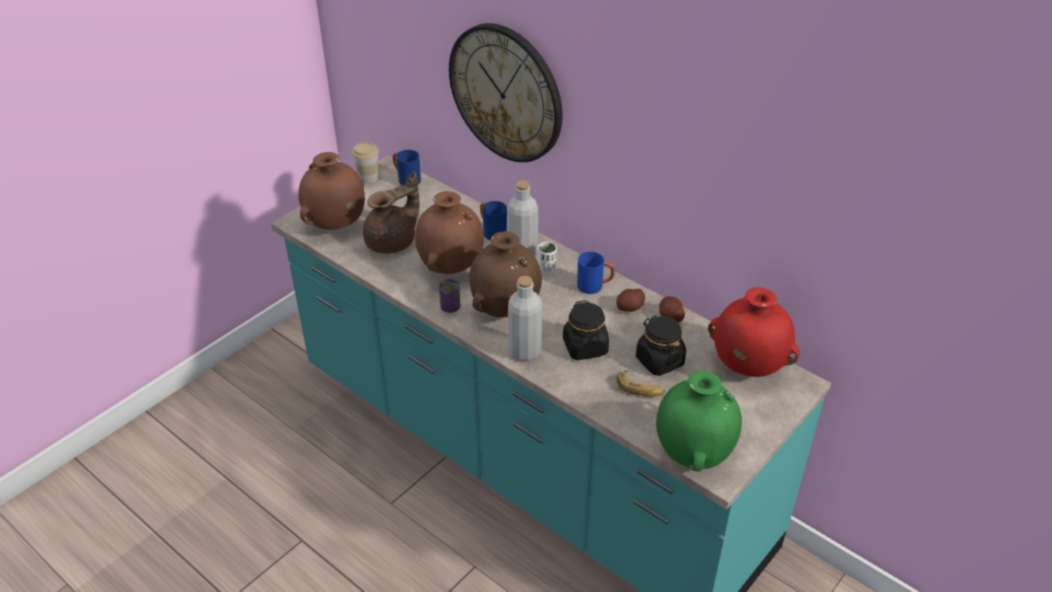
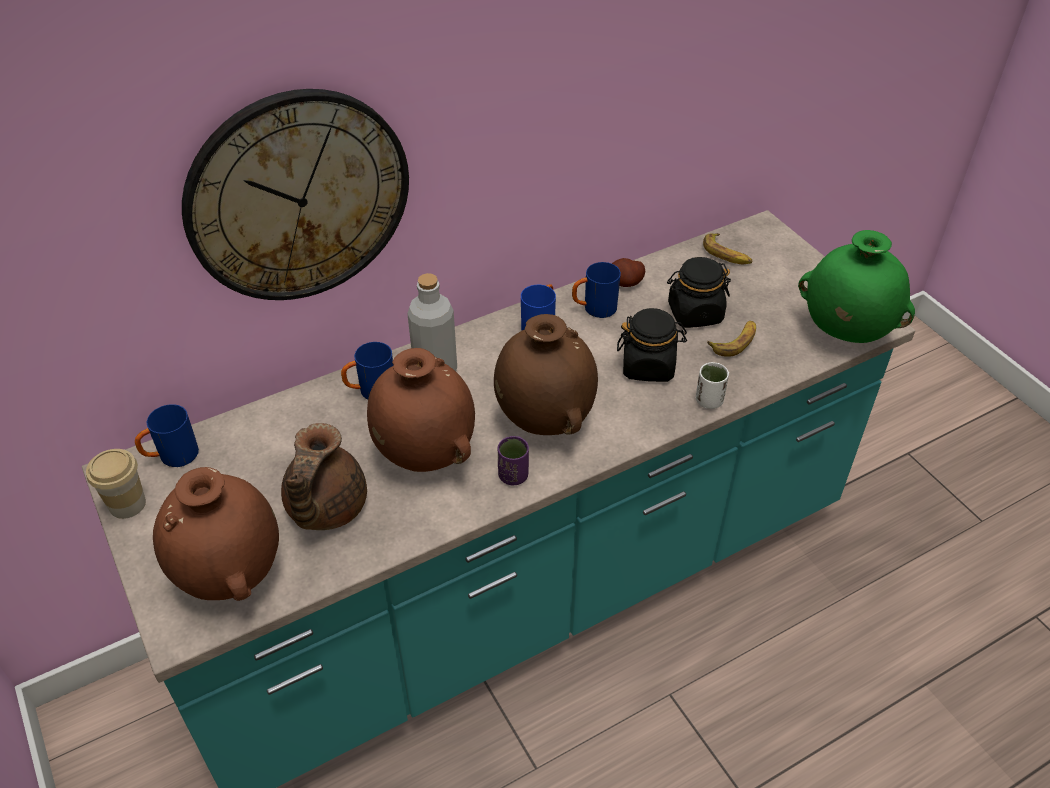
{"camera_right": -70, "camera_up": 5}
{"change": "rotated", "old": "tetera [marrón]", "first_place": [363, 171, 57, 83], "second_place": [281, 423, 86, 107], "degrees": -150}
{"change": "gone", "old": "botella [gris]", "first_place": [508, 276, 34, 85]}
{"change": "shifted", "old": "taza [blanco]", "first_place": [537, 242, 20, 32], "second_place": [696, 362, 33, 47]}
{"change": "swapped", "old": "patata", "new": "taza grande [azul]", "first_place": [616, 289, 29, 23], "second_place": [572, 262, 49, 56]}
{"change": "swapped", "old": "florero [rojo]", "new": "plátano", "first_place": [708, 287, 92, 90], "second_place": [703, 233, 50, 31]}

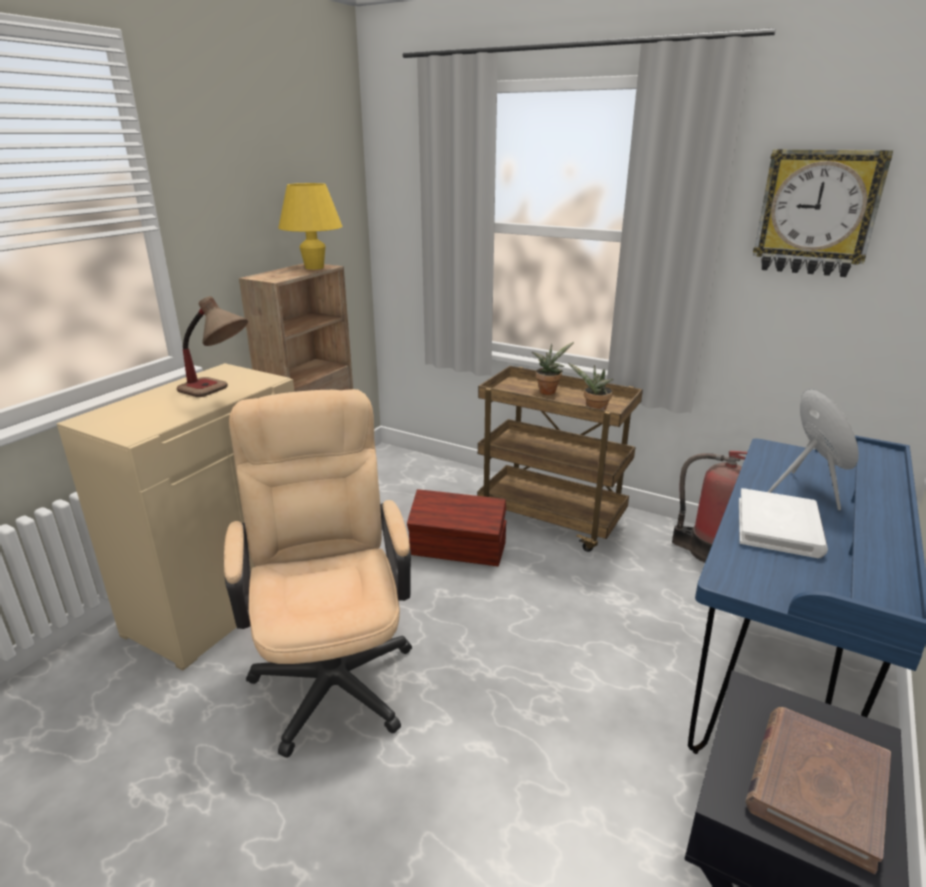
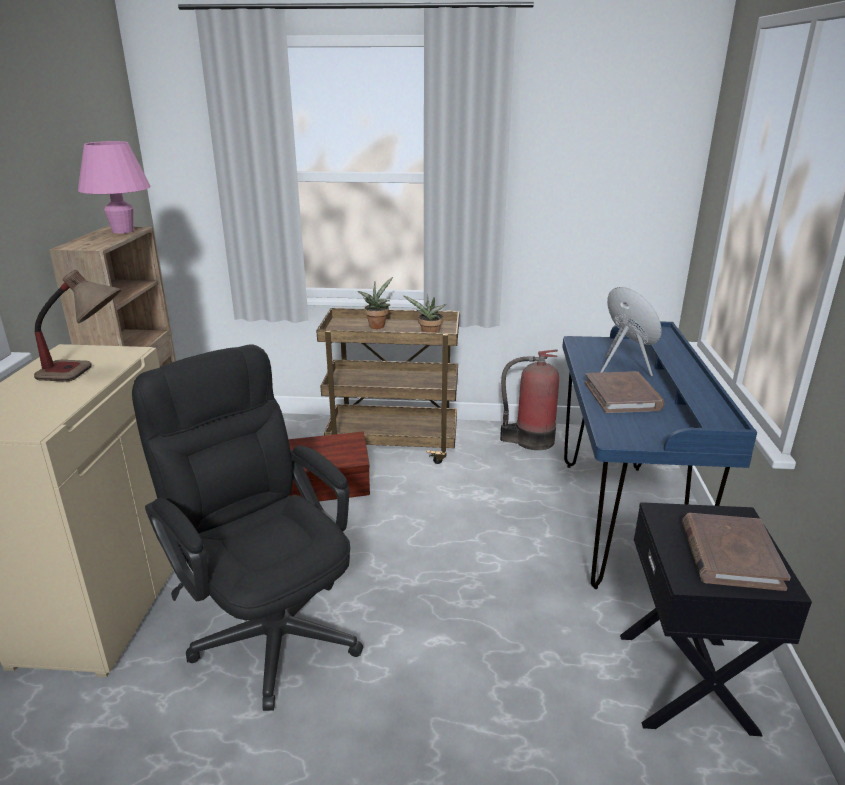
{"camera_right": -25, "camera_up": 0}
{"change": "repainted", "old": "silla de oficina [beis]", "new": "silla de oficina [negro]", "first_place": [224, 389, 188, 369], "second_place": [132, 345, 231, 366]}
{"change": "repainted", "old": "lámpara de mesa [amarillo]", "new": "lámpara de mesa [rosa]", "first_place": [278, 183, 64, 87], "second_place": [78, 141, 73, 93]}
{"change": "repainted", "old": "libro [blanco]", "new": "libro [marrón]", "first_place": [739, 488, 89, 70], "second_place": [584, 371, 81, 42]}
{"change": "gone", "old": "reloj de pared", "first_place": [753, 149, 140, 128]}

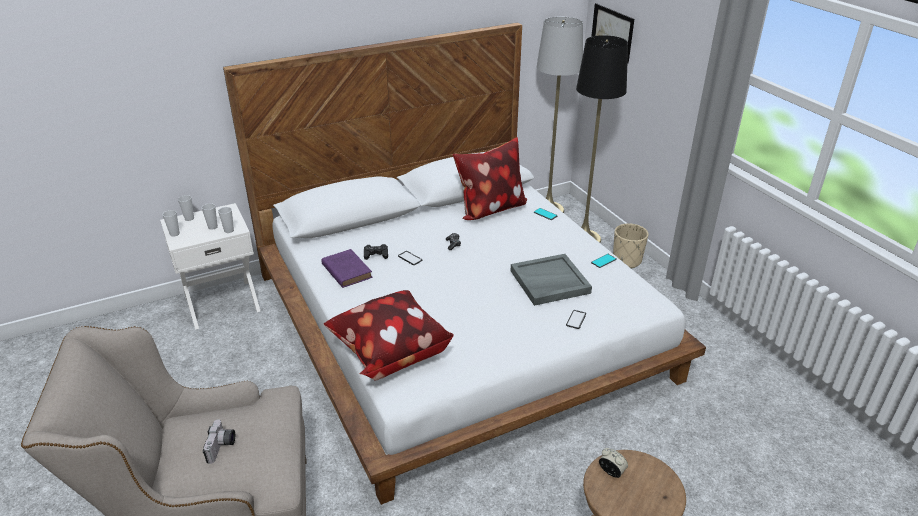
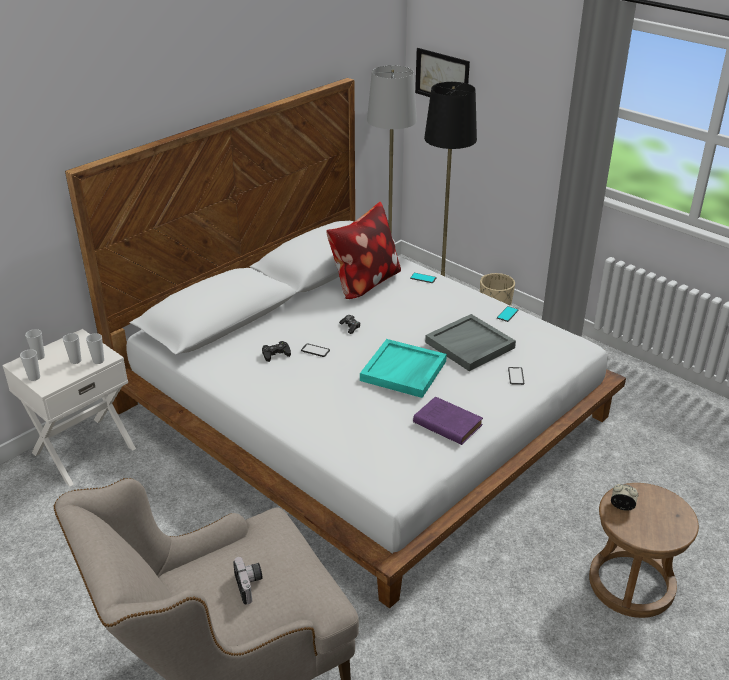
{"camera_right": -20, "camera_up": 0}
{"change": "shifted", "old": "libro [morado]", "first_place": [321, 249, 51, 39], "second_place": [413, 397, 70, 48]}
{"change": "gone", "old": "cojín", "first_place": [324, 290, 130, 90]}
{"change": "new", "new": "bandeja [turquesa]", "second_place": [360, 339, 87, 59]}

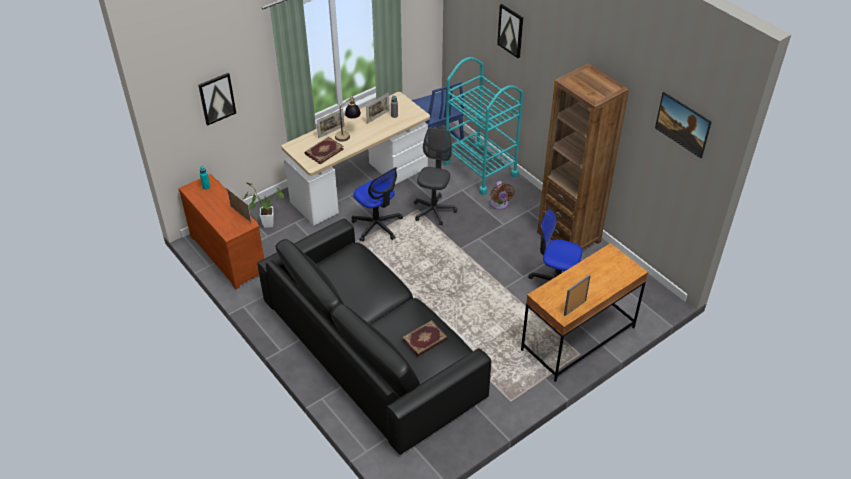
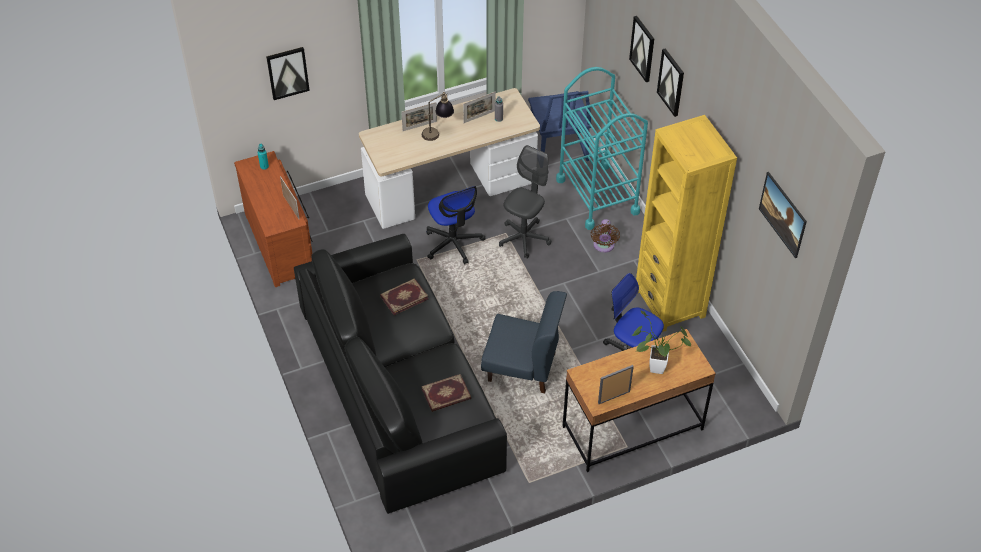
{"camera_right": 15, "camera_up": 5}
{"change": "shifted", "old": "planta en maceta", "first_place": [243, 182, 42, 46], "second_place": [632, 310, 59, 64]}
{"change": "shifted", "old": "libro", "first_place": [305, 137, 39, 27], "second_place": [380, 278, 48, 37]}
{"change": "repainted", "old": "estantería [marrón]", "new": "estantería [amarillo]", "first_place": [537, 63, 92, 187], "second_place": [636, 115, 101, 217]}
{"change": "new", "new": "silla [azul]", "second_place": [481, 291, 86, 102]}
{"change": "new", "new": "cuadro", "second_place": [657, 48, 27, 69]}

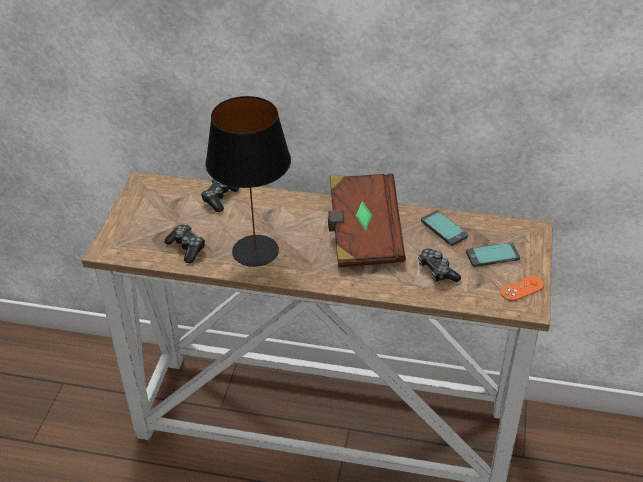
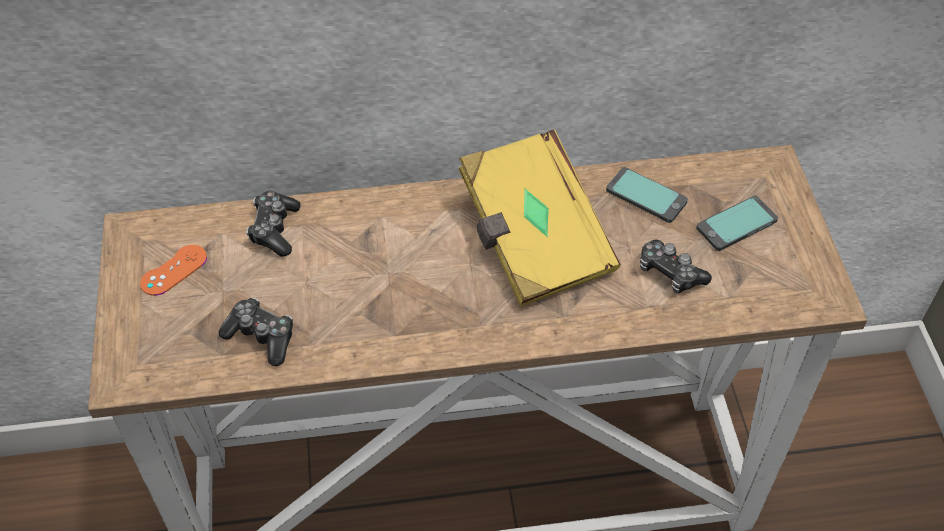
{"camera_right": -20, "camera_up": 10}
{"change": "gone", "old": "lámpara de mesa [negro]", "first_place": [205, 96, 86, 171]}
{"change": "repainted", "old": "libro [marrón]", "new": "libro [amarillo]", "first_place": [328, 173, 78, 94], "second_place": [459, 129, 162, 178]}
{"change": "shifted", "old": "mando de consola [naranja]", "first_place": [500, 276, 44, 25], "second_place": [140, 245, 67, 51]}

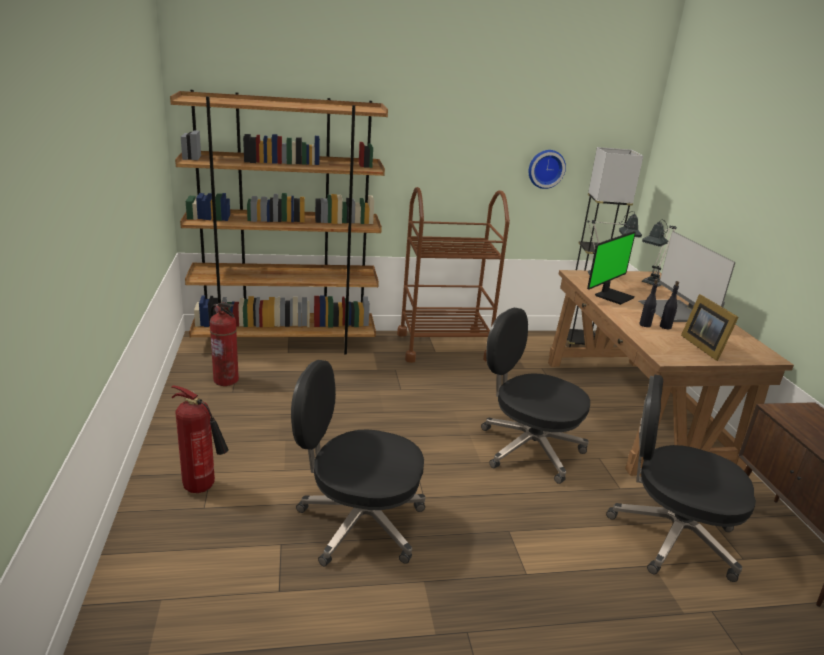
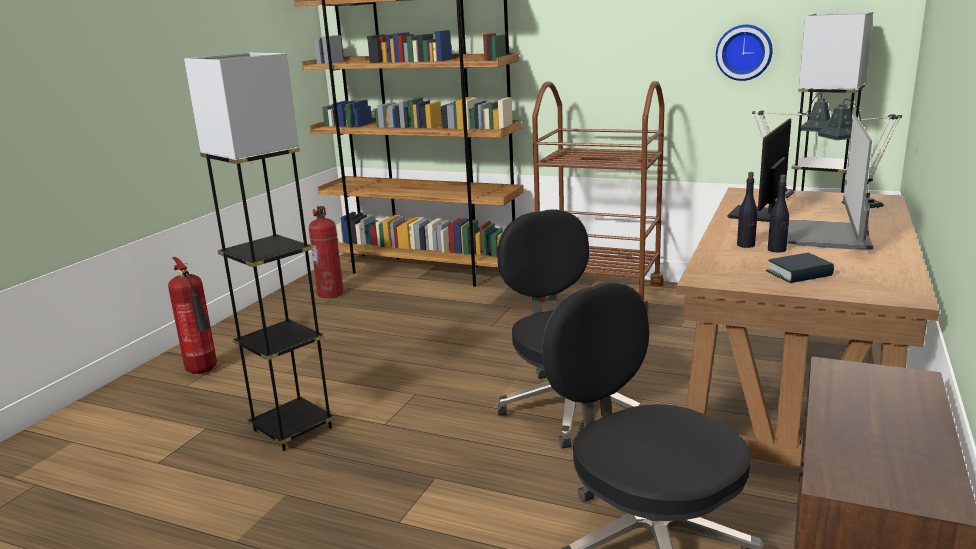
{"camera_right": 35, "camera_up": -5}
{"change": "swapped", "old": "silla de oficina [negro]", "new": "lámpara de pie [gris]", "first_place": [291, 360, 134, 207], "second_place": [184, 53, 151, 398]}
{"change": "rotated", "old": "monitor", "first_place": [587, 231, 48, 74], "second_place": [727, 118, 64, 104], "degrees": 135}
{"change": "swapped", "old": "portarretratos", "new": "libro", "first_place": [681, 294, 58, 67], "second_place": [766, 253, 68, 30]}

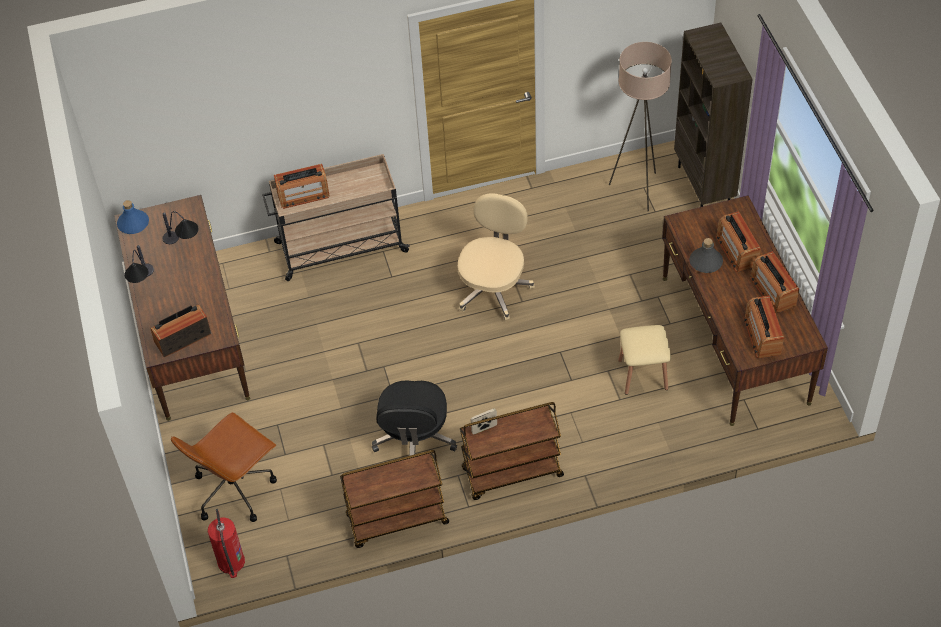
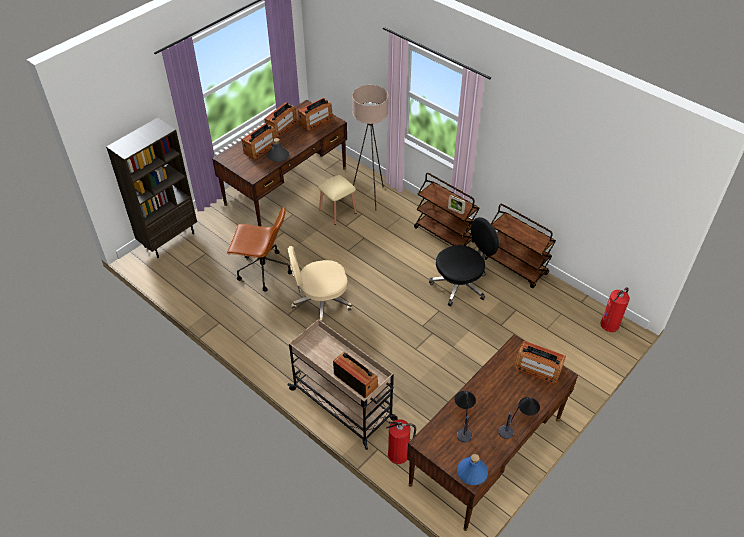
{"camera_right": -125, "camera_up": -5}
{"change": "shifted", "old": "silla de oficina [marrón]", "first_place": [171, 412, 106, 110], "second_place": [227, 207, 65, 85]}
{"change": "shifted", "old": "lámpara de pie [beis]", "first_place": [609, 42, 63, 169], "second_place": [352, 85, 37, 125]}
{"change": "new", "new": "extintor", "second_place": [386, 419, 30, 45]}

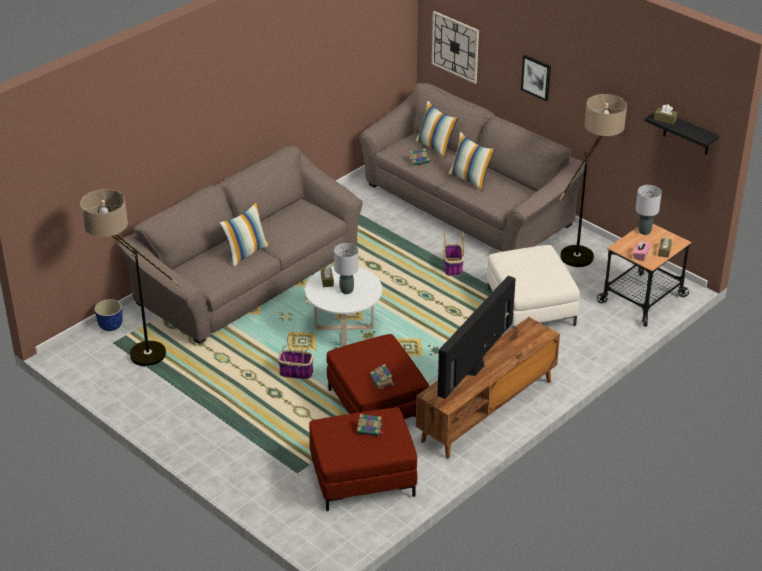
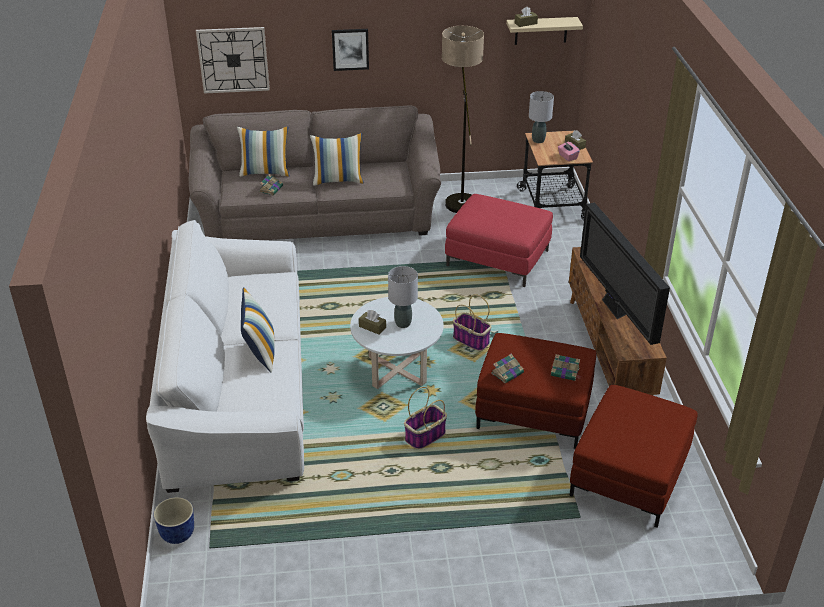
{"camera_right": -50, "camera_up": 0}
{"change": "gone", "old": "lámpara de pie", "first_place": [80, 189, 100, 177]}
{"change": "repainted", "old": "sofá [marrón]", "new": "sofá [blanco]", "first_place": [118, 146, 245, 198], "second_place": [146, 220, 158, 273]}
{"change": "shifted", "old": "libro", "first_place": [357, 414, 26, 22], "second_place": [491, 354, 33, 29]}
{"change": "shifted", "old": "cesta", "first_place": [443, 232, 21, 44], "second_place": [453, 294, 39, 57]}
{"change": "repainted", "old": "puf [blanco]", "new": "puf [rojo]", "first_place": [487, 245, 93, 83], "second_place": [445, 194, 108, 93]}
{"change": "repainted", "old": "estante [negro]", "new": "estante [beis]", "first_place": [645, 111, 74, 44], "second_place": [506, 17, 77, 28]}

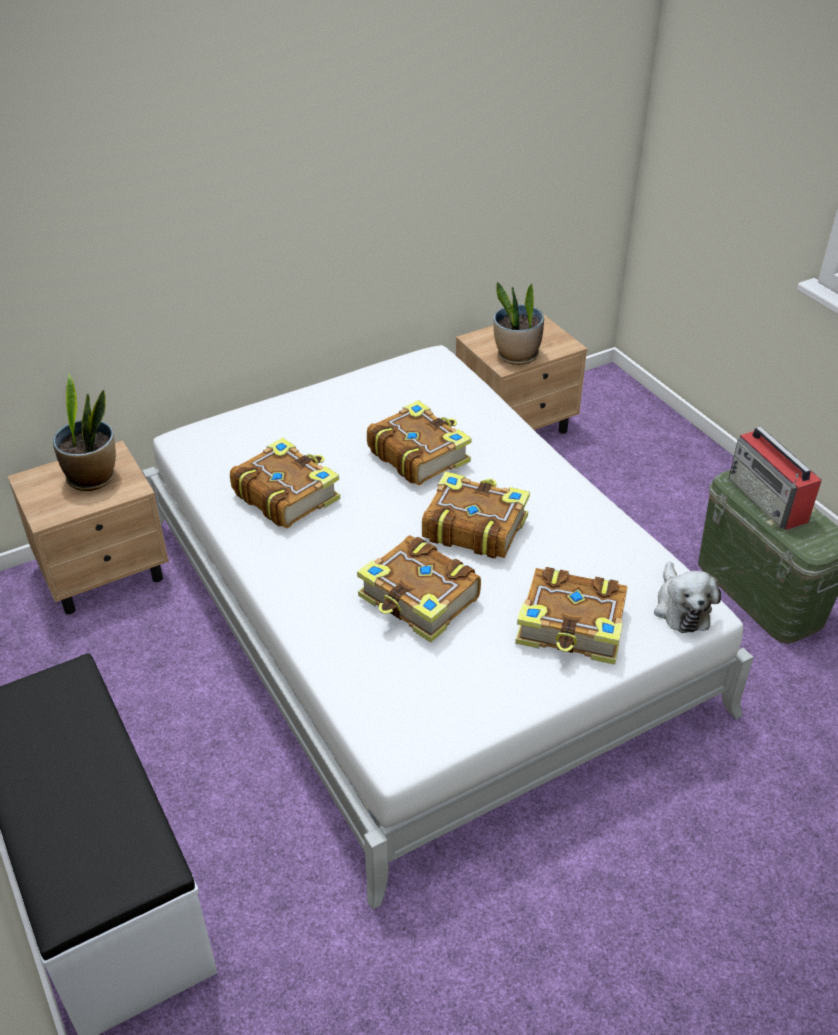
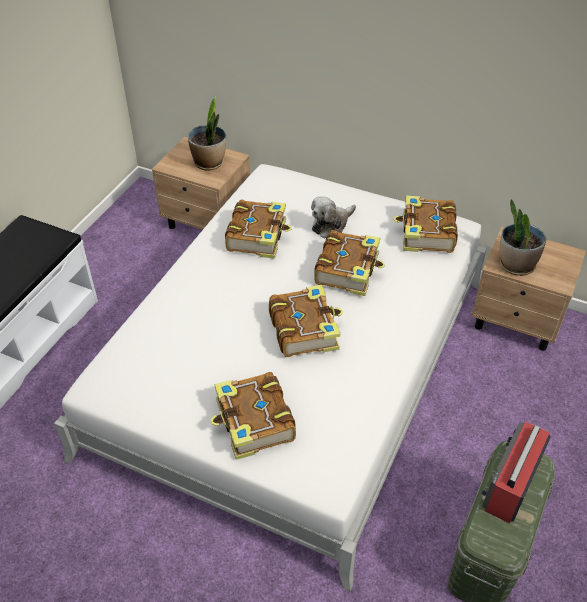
{"camera_right": 55, "camera_up": 5}
{"change": "shifted", "old": "libro", "first_place": [357, 535, 124, 107], "second_place": [394, 196, 64, 57]}
{"change": "shifted", "old": "peluche", "first_place": [654, 562, 67, 71], "second_place": [311, 196, 45, 43]}

